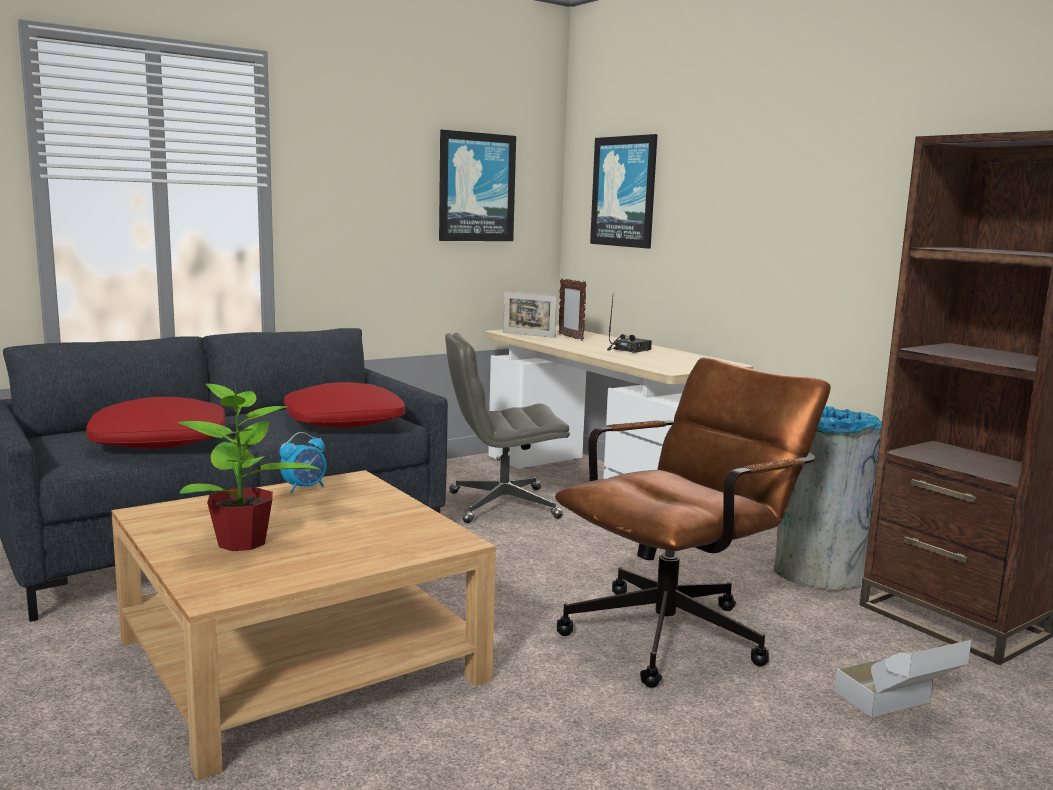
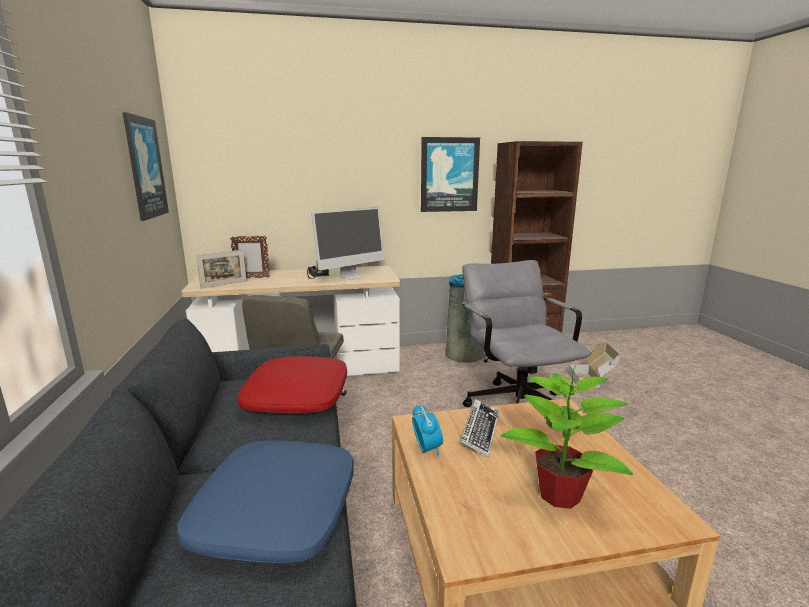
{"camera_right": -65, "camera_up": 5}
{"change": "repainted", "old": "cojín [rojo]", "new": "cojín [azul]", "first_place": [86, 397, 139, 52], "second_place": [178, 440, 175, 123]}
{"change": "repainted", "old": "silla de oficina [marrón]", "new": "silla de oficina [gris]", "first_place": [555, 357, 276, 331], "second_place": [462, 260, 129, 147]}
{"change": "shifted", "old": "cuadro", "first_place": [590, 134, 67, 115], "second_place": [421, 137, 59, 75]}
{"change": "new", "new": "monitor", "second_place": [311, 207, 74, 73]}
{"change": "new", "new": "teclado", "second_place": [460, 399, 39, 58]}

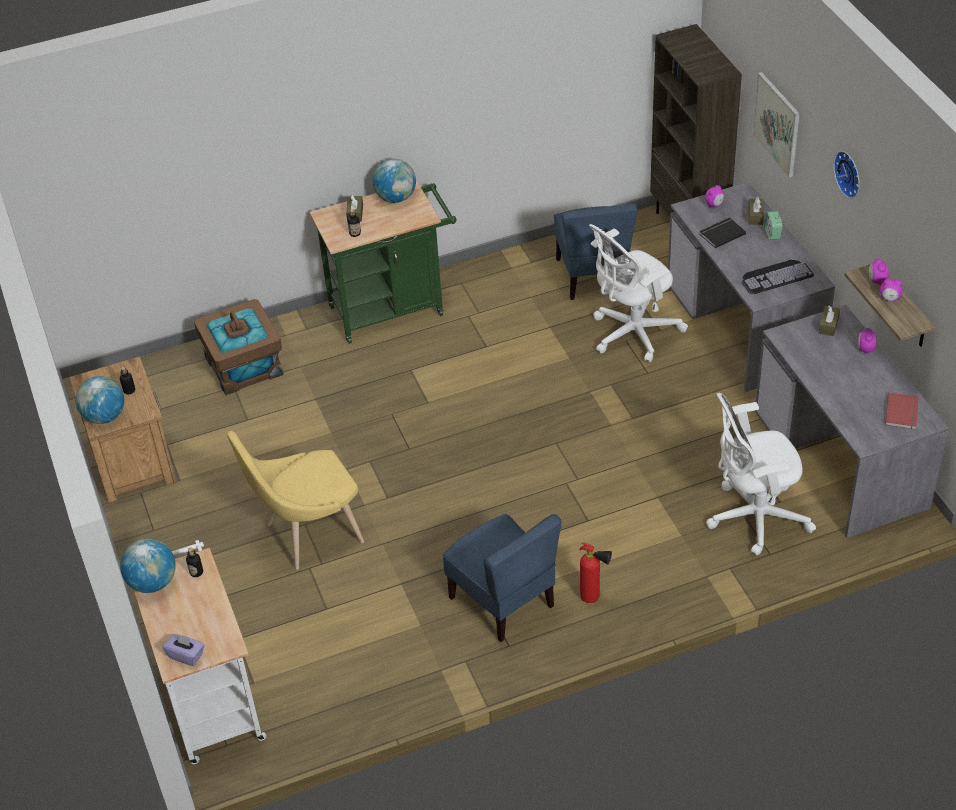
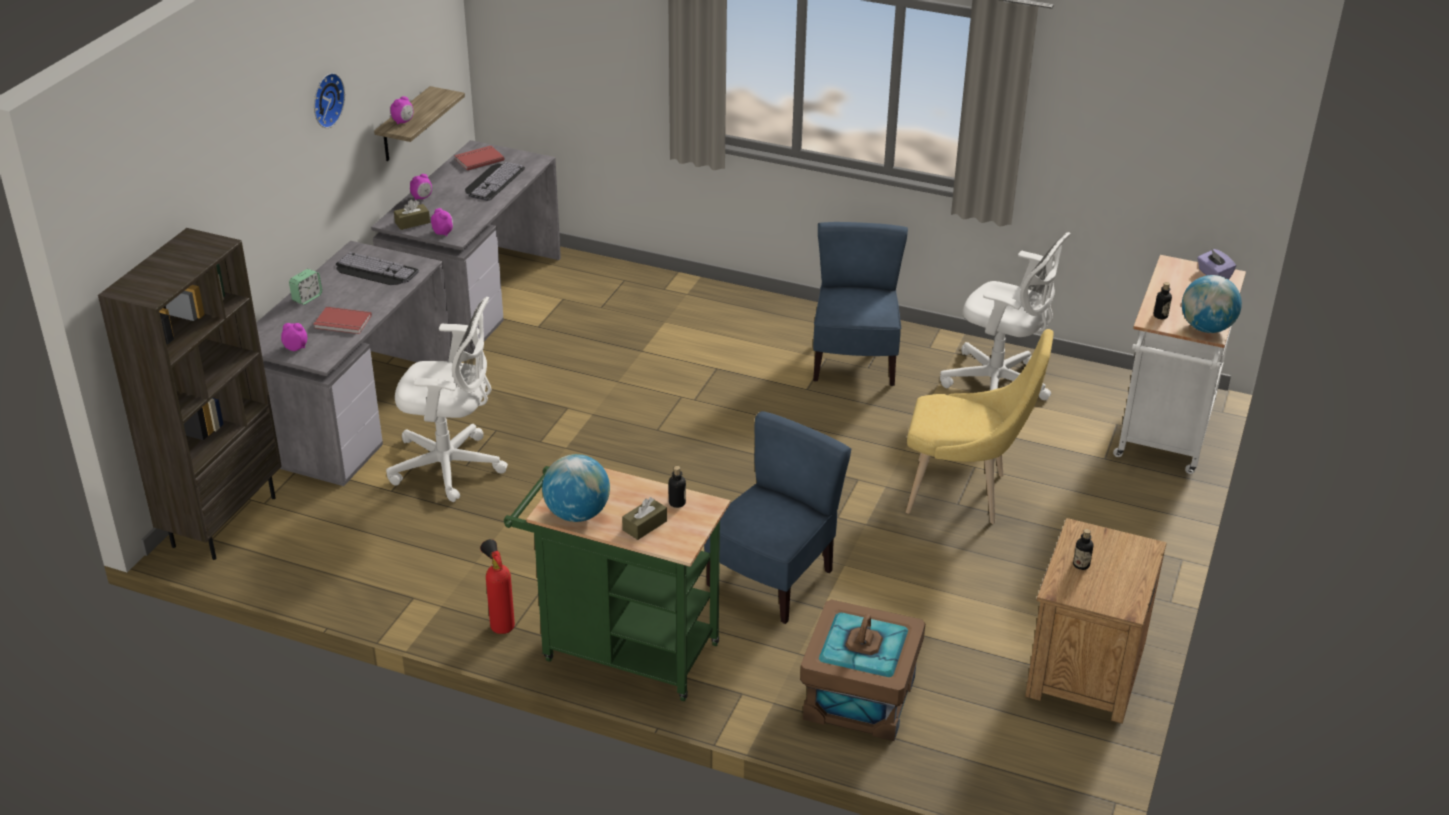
{"camera_right": -140, "camera_up": -10}
{"change": "gone", "old": "globo terráqueo", "first_place": [76, 376, 48, 48]}
{"change": "shifted", "old": "silla [azul]", "first_place": [554, 204, 84, 96], "second_place": [704, 411, 147, 213]}
{"change": "shifted", "old": "extintor", "first_place": [579, 543, 33, 60], "second_place": [480, 539, 35, 95]}
{"change": "repainted", "old": "libro [negro]", "new": "libro [rojo]", "first_place": [699, 218, 47, 30], "second_place": [313, 307, 59, 27]}
{"change": "shifted", "old": "silla de oficina [blanco]", "first_place": [706, 393, 110, 163], "second_place": [940, 232, 131, 168]}
{"change": "gone", "old": "caja de pañuelos [marrón]", "first_place": [748, 197, 16, 28]}
{"change": "gone", "old": "cuadro", "first_place": [752, 72, 48, 105]}
{"change": "shifted", "old": "despertador", "first_place": [880, 278, 23, 23], "second_place": [431, 208, 22, 28]}
{"change": "new", "new": "teclado", "second_place": [465, 162, 60, 39]}

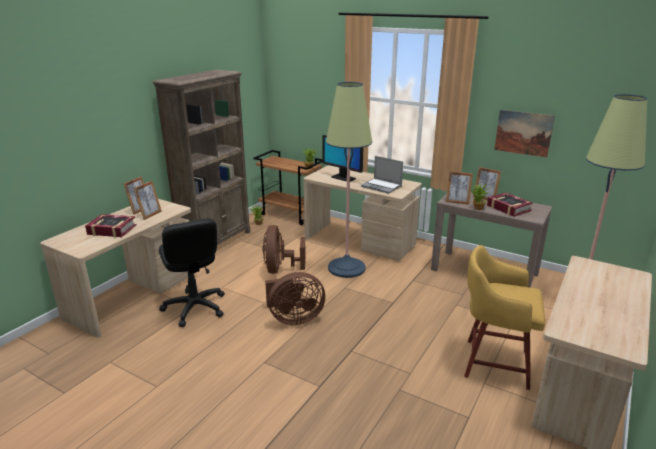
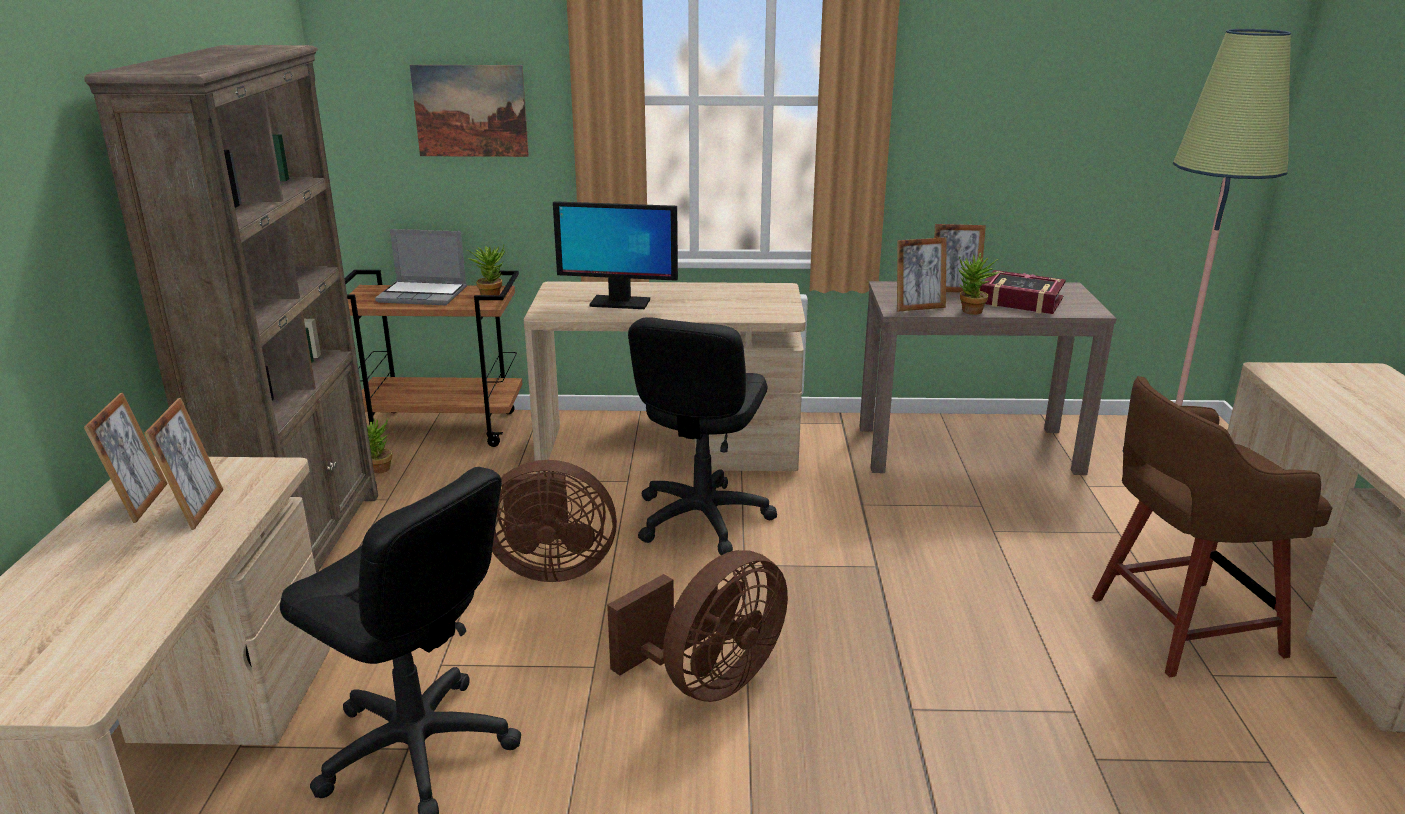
{"camera_right": -30, "camera_up": 0}
{"change": "gone", "old": "libro", "first_place": [85, 214, 51, 24]}
{"change": "rotated", "old": "ventilador [marrón]", "first_place": [262, 225, 44, 49], "second_place": [492, 460, 125, 122], "degrees": -60}
{"change": "swapped", "old": "lámpara de pie", "new": "silla de oficina [negro]", "first_place": [326, 82, 46, 196], "second_place": [628, 317, 149, 238]}
{"change": "shifted", "old": "portátil", "first_place": [361, 156, 42, 38], "second_place": [375, 229, 92, 76]}
{"change": "repainted", "old": "taburete [amarillo]", "new": "taburete [marrón]", "first_place": [464, 245, 82, 145], "second_place": [1092, 376, 240, 301]}
{"change": "shifted", "old": "cuadro", "first_place": [494, 110, 61, 48], "second_place": [410, 65, 119, 92]}

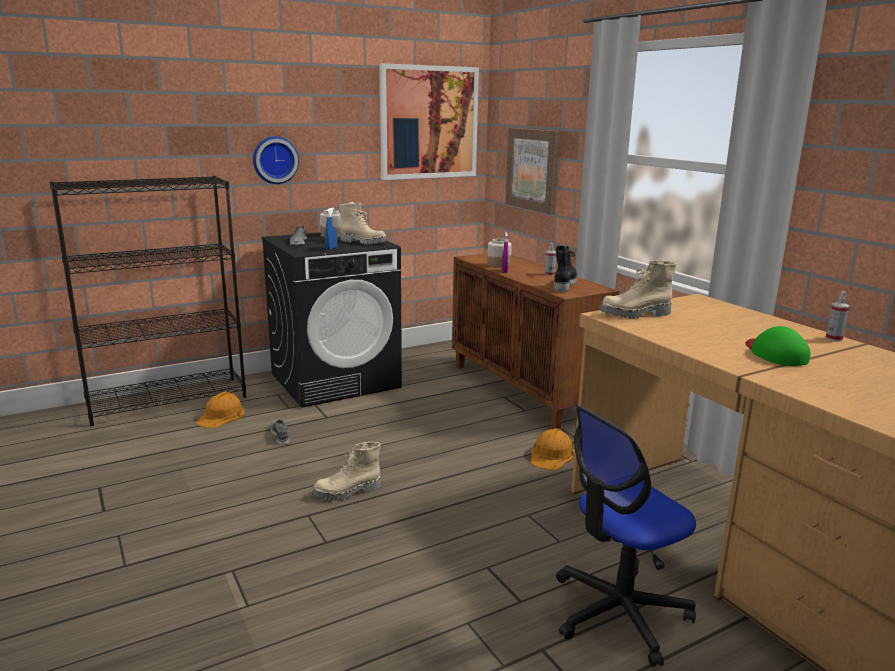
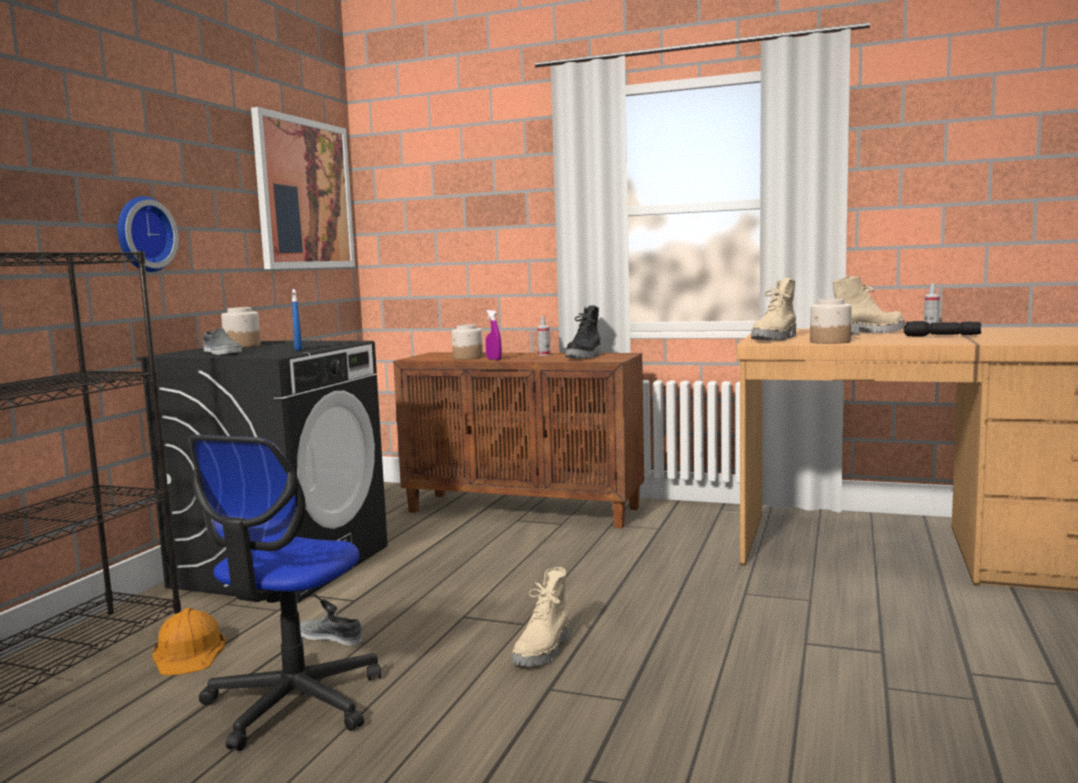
{"camera_right": -40, "camera_up": -10}
{"change": "shifted", "old": "bota [beis]", "first_place": [339, 202, 48, 43], "second_place": [833, 275, 72, 60]}
{"change": "gone", "old": "cuadro", "first_place": [505, 128, 55, 86]}
{"change": "gone", "old": "casco [naranja]", "first_place": [531, 428, 43, 42]}
{"change": "rotated", "old": "bota [negro]", "first_place": [554, 245, 23, 47], "second_place": [566, 305, 35, 53], "degrees": -135}
{"change": "shifted", "old": "silla de oficina", "first_place": [556, 405, 140, 262], "second_place": [188, 435, 193, 316]}
{"change": "swapped", "old": "gorra [verde]", "new": "linterna [negro]", "first_place": [745, 326, 65, 40], "second_place": [904, 321, 78, 15]}
{"change": "new", "new": "tarro", "second_place": [810, 299, 42, 45]}

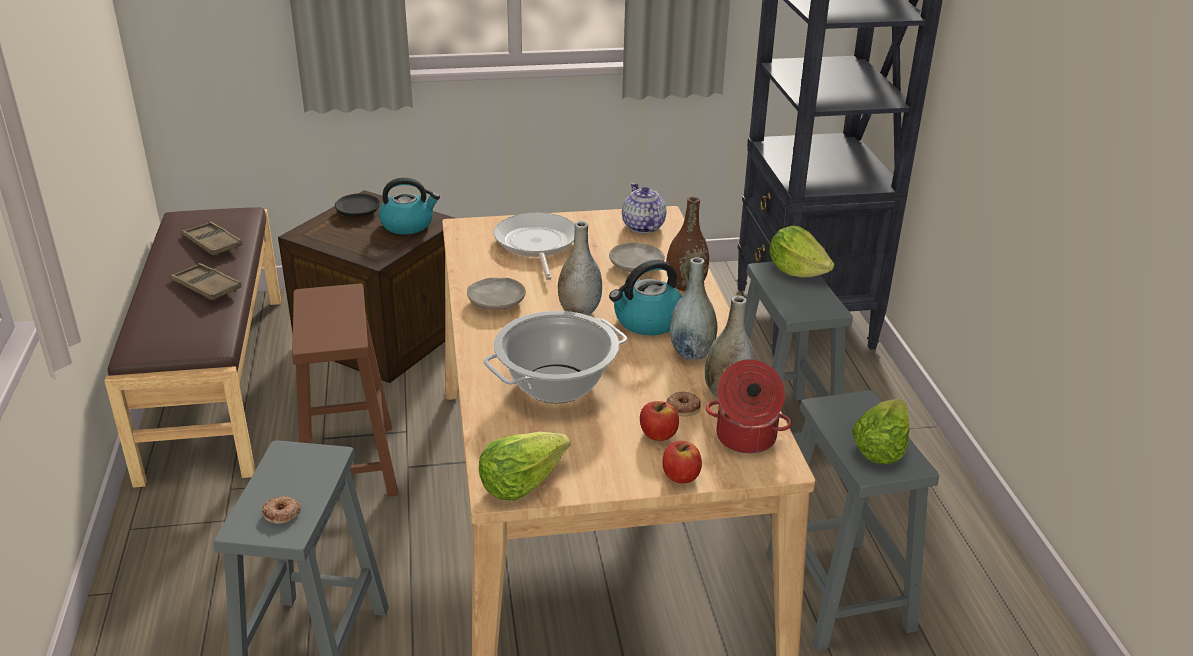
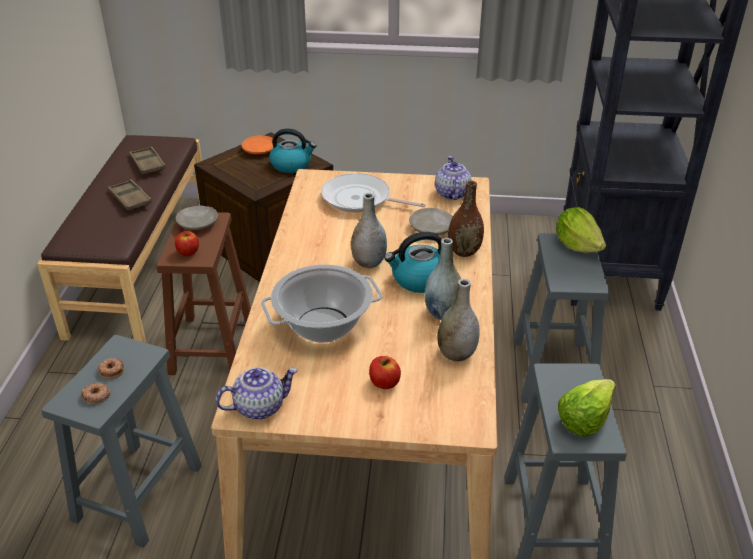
{"camera_right": 15, "camera_up": 5}
{"change": "repainted", "old": "plato [negro]", "new": "plato [naranja]", "first_place": [335, 193, 45, 24], "second_place": [242, 135, 31, 19]}
{"change": "shifted", "old": "plato [beis]", "first_place": [467, 278, 59, 32], "second_place": [176, 206, 42, 24]}
{"change": "swapped", "old": "lechuga", "new": "tetera", "first_place": [479, 432, 92, 69], "second_place": [215, 367, 83, 53]}
{"change": "rotated", "old": "sartén", "first_place": [494, 212, 81, 68], "second_place": [321, 173, 105, 40], "degrees": -75}
{"change": "shifted", "old": "manzana", "first_place": [663, 440, 39, 44], "second_place": [175, 231, 24, 25]}
{"change": "shifted", "old": "rosquilla", "first_place": [666, 392, 35, 24], "second_place": [98, 358, 26, 21]}
{"change": "gone", "old": "olla", "first_place": [706, 359, 86, 95]}

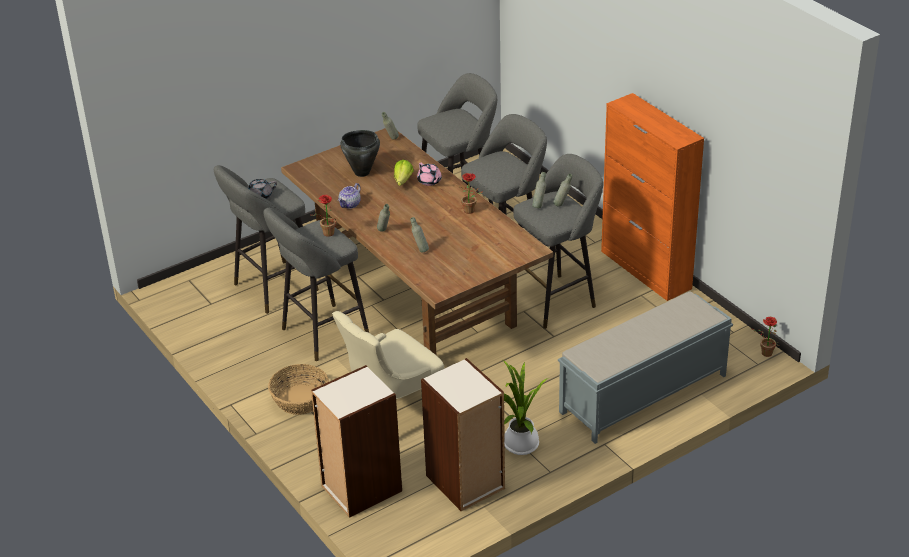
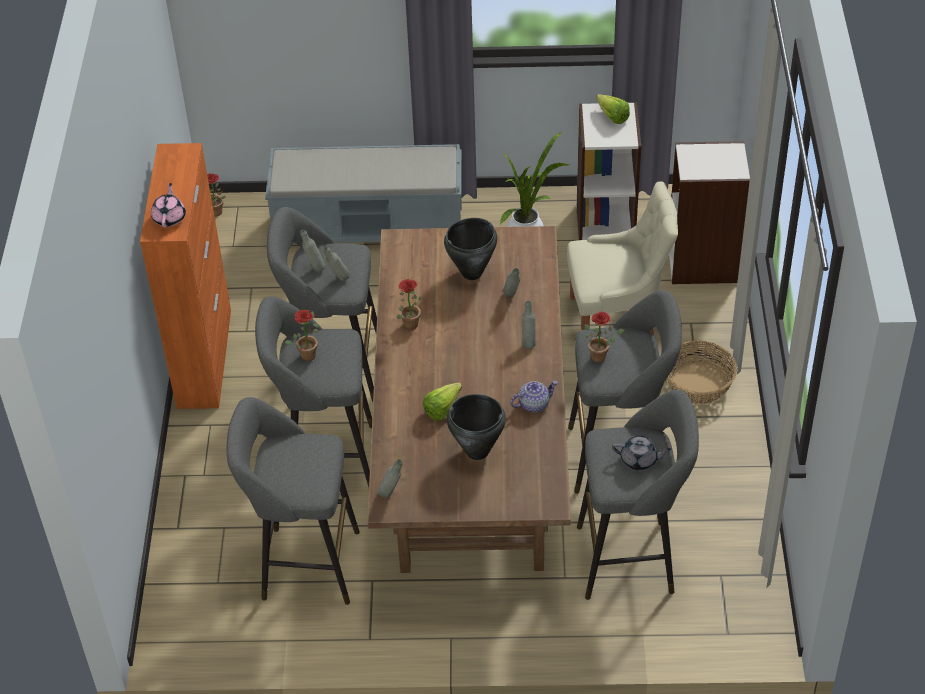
{"camera_right": -145, "camera_up": 10}
{"change": "shifted", "old": "tetera [rosa]", "first_place": [417, 163, 25, 23], "second_place": [151, 183, 35, 44]}
{"change": "new", "new": "planta en maceta", "second_place": [285, 310, 34, 51]}
{"change": "new", "new": "olla [negro]", "second_place": [444, 218, 53, 62]}
{"change": "new", "new": "lechuga", "second_place": [596, 94, 34, 30]}

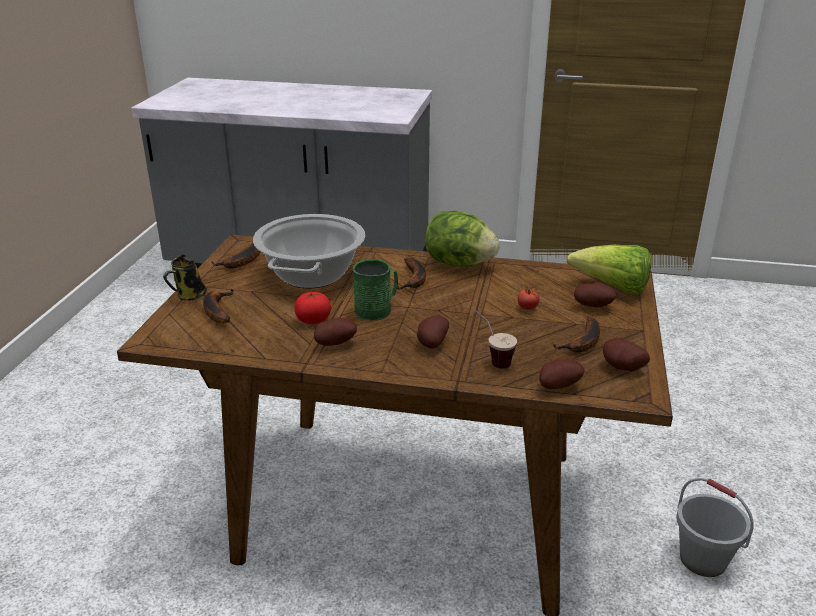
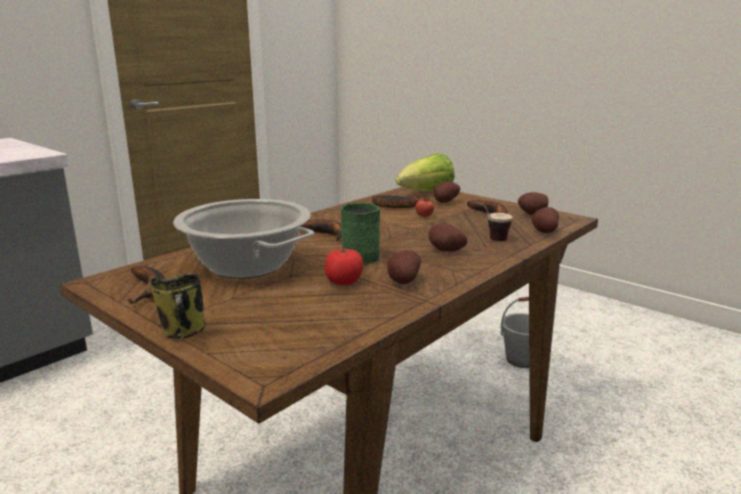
{"camera_right": -60, "camera_up": -10}
{"change": "shifted", "old": "plátano", "first_place": [203, 289, 31, 35], "second_place": [372, 195, 49, 13]}
{"change": "gone", "old": "lechuga", "first_place": [425, 211, 75, 56]}

